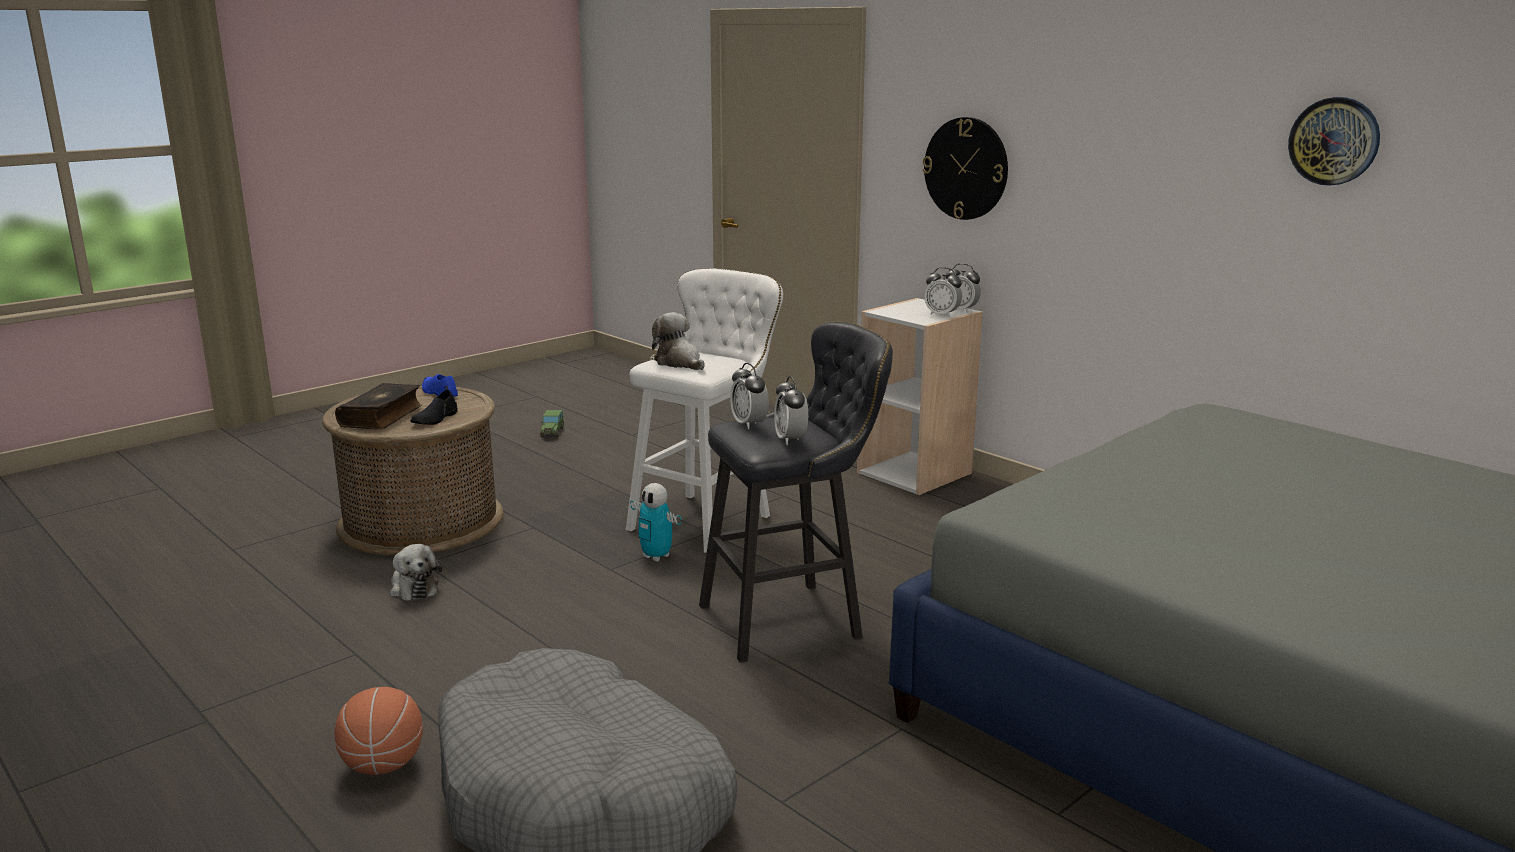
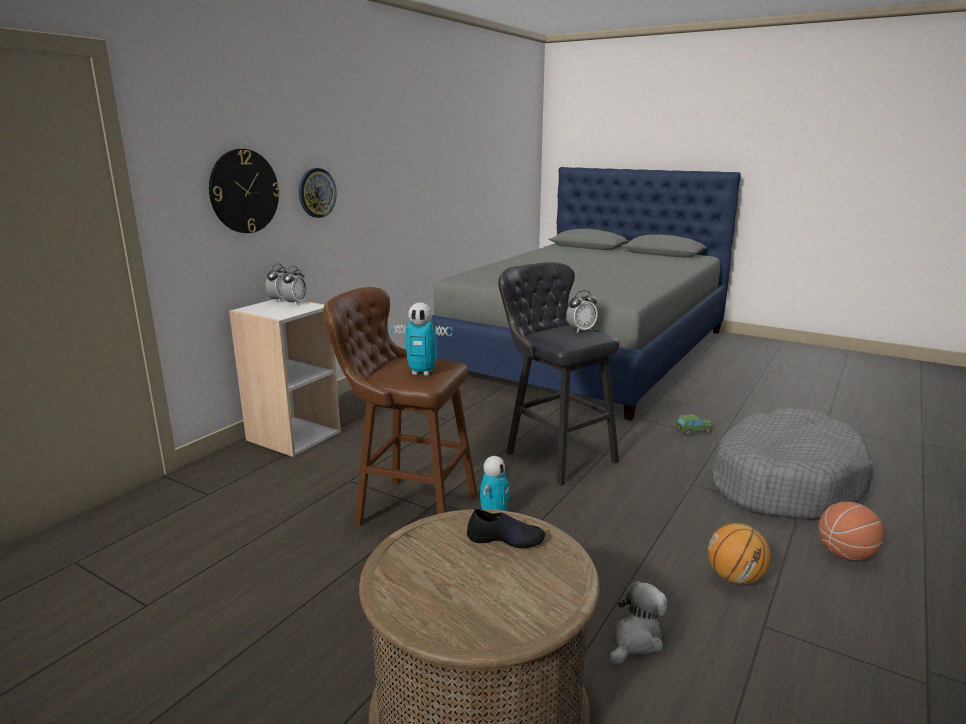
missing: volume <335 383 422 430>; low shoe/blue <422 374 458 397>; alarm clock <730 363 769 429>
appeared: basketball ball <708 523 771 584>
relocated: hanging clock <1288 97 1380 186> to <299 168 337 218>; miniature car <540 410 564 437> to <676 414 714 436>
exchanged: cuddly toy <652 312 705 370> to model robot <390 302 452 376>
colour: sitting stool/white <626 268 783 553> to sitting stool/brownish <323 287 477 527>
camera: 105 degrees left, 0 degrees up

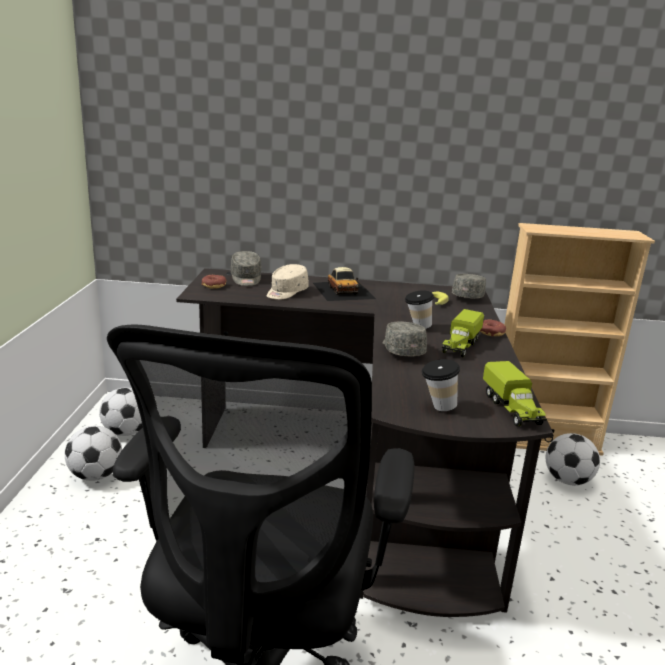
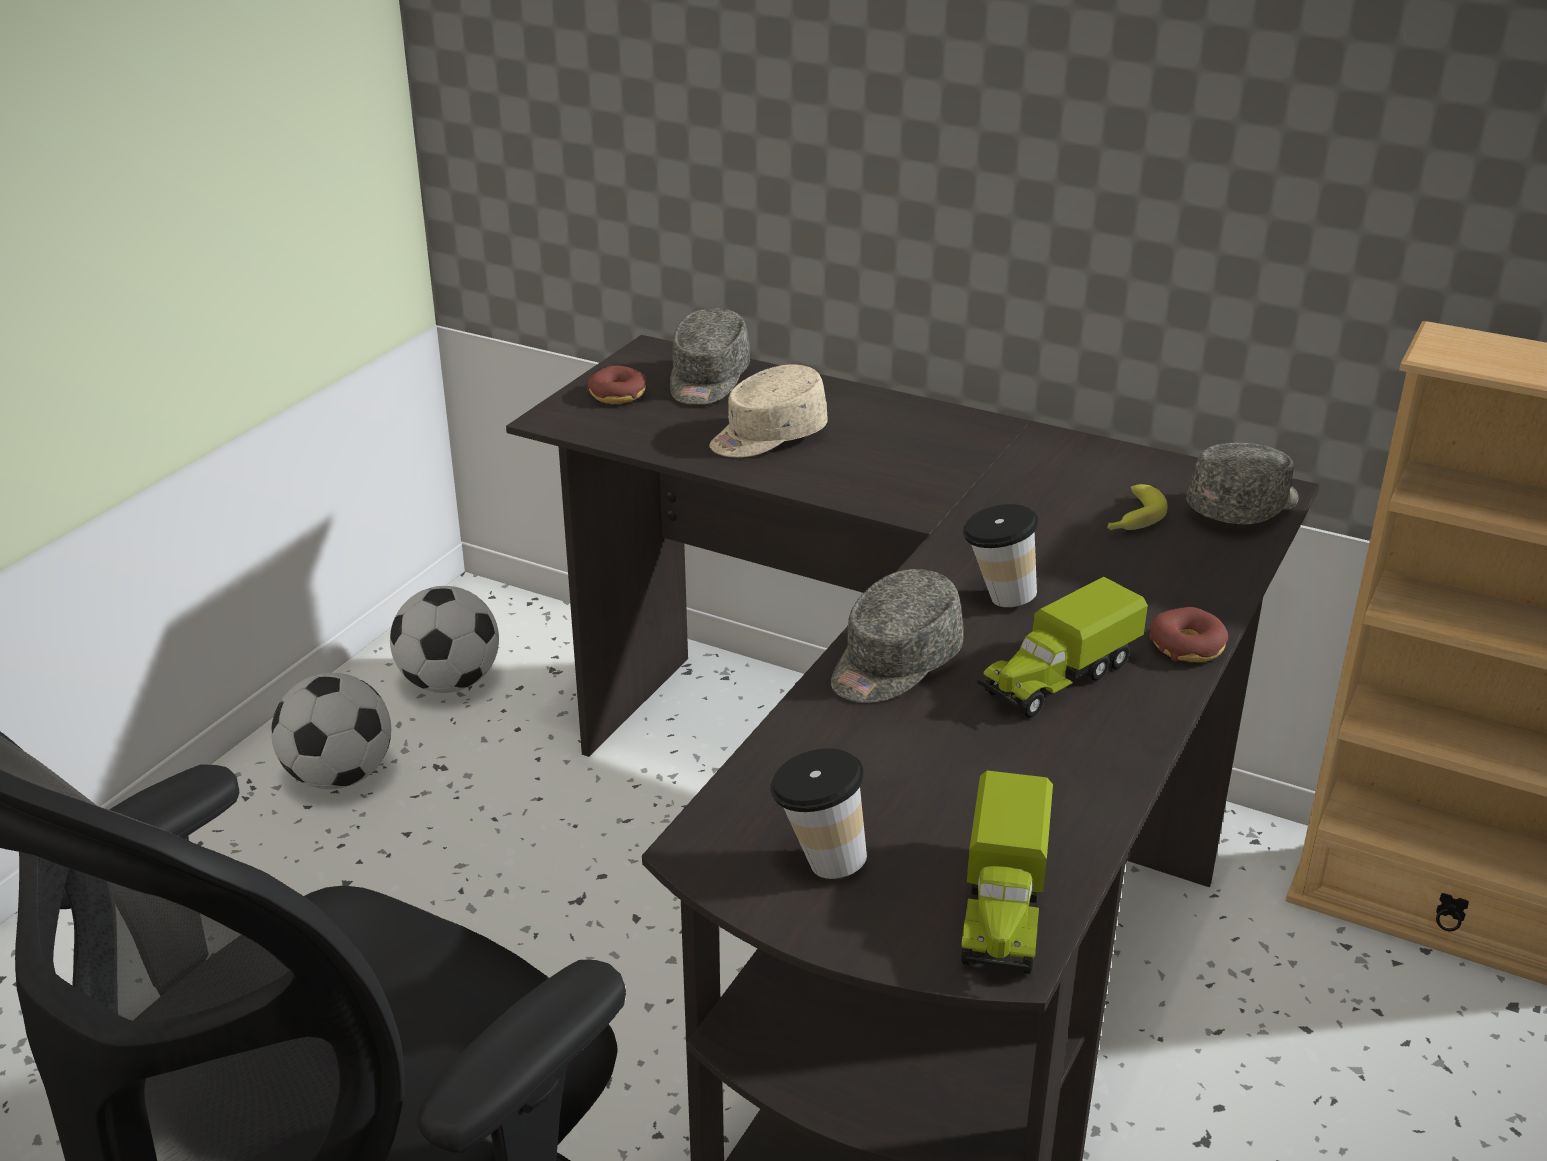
missing: miniature car <312 267 376 301>; football <546 433 600 485>
spun: cap/gray <383 322 427 356> = <831 569 964 703> 150 degrees counterclockwise
camera: 25 degrees right, 10 degrees up

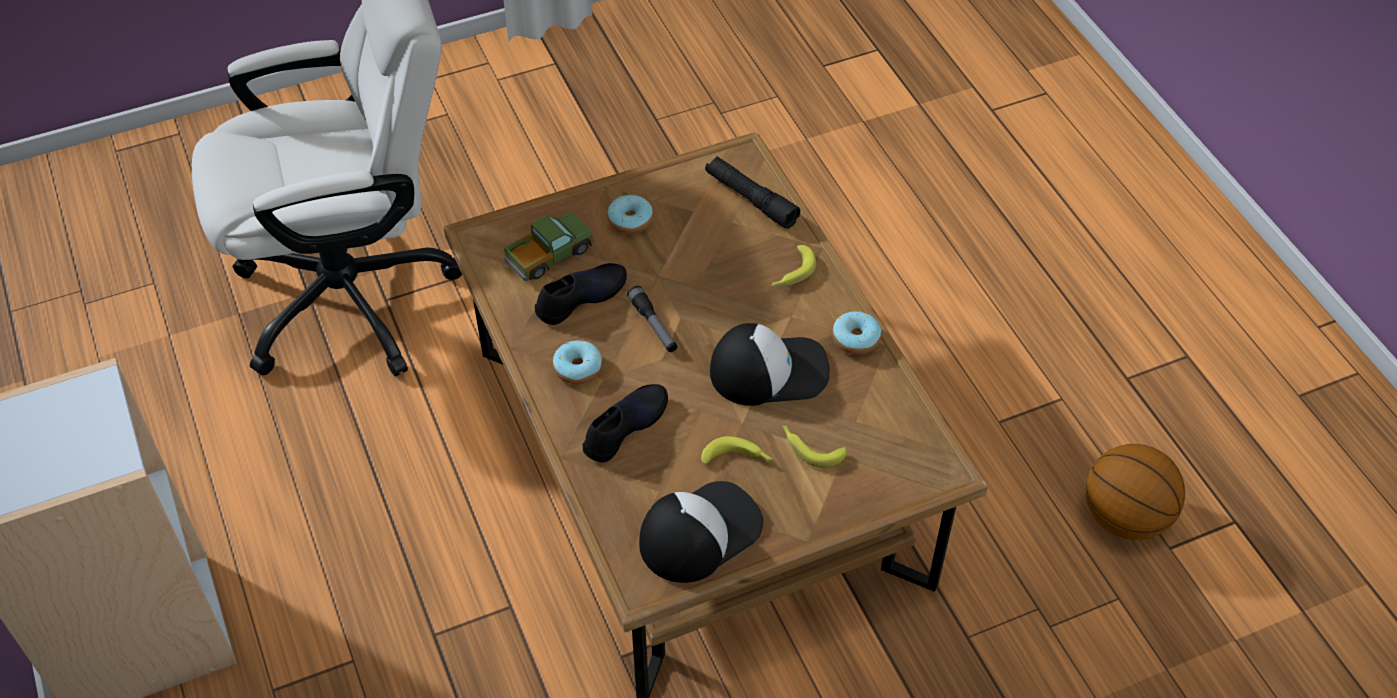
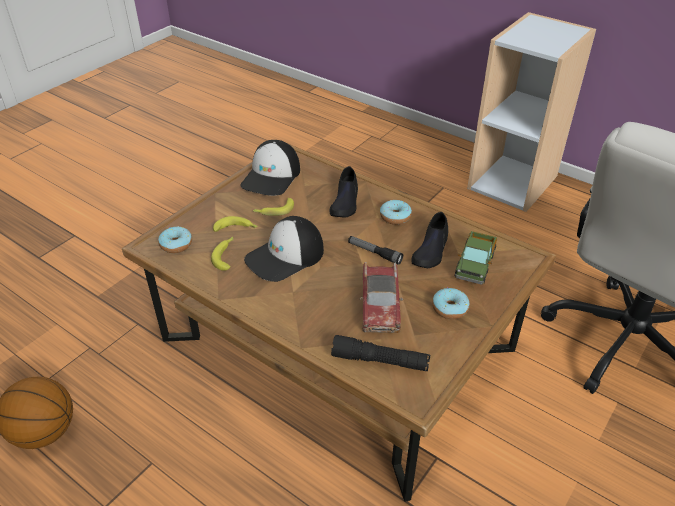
appeared: miniature car <359 262 403 333>
relocated: ring doughnut <832 311 881 355> to <158 226 192 253>; banana fruit <772 245 816 287> to <211 237 233 271>
camera: 150 degrees right, 10 degrees down

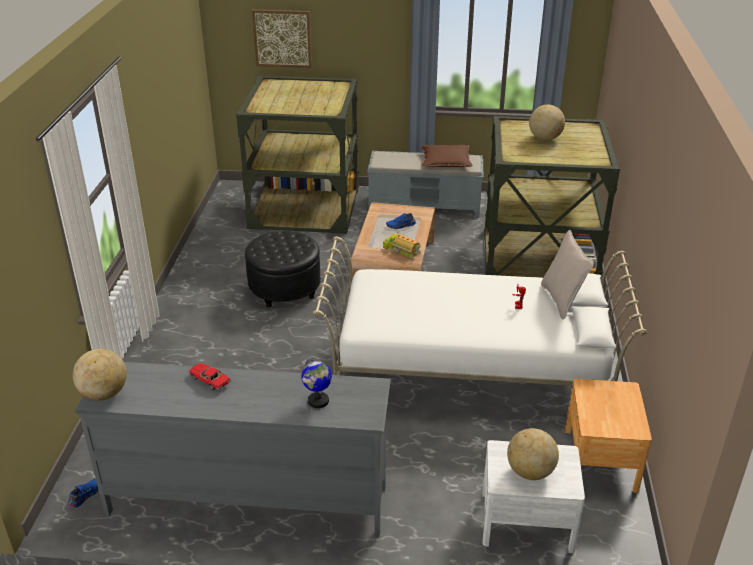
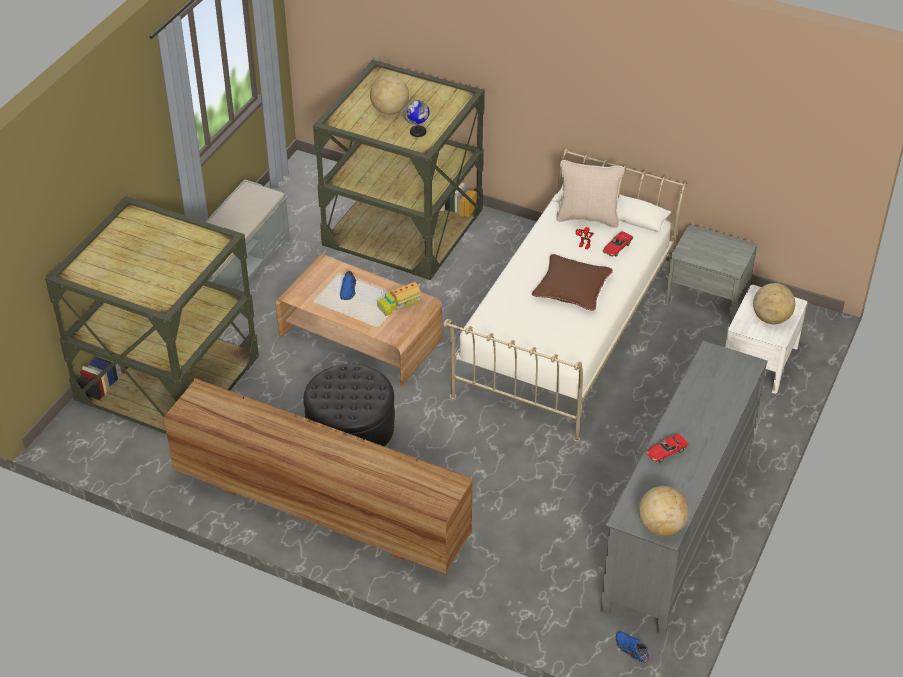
missing: wall picture <252 9 312 69>
appeared: cupboard/brownish <164 378 473 574>; miniature car <603 231 633 256>
relocated: globe <302 357 332 408> to <403 100 430 137>; pillow/brownish <421 145 472 167> to <532 254 613 311>
colour: night table/brownish <565 379 652 493> to night table/gray <665 225 757 323>
camera: 70 degrees left, 10 degrees up

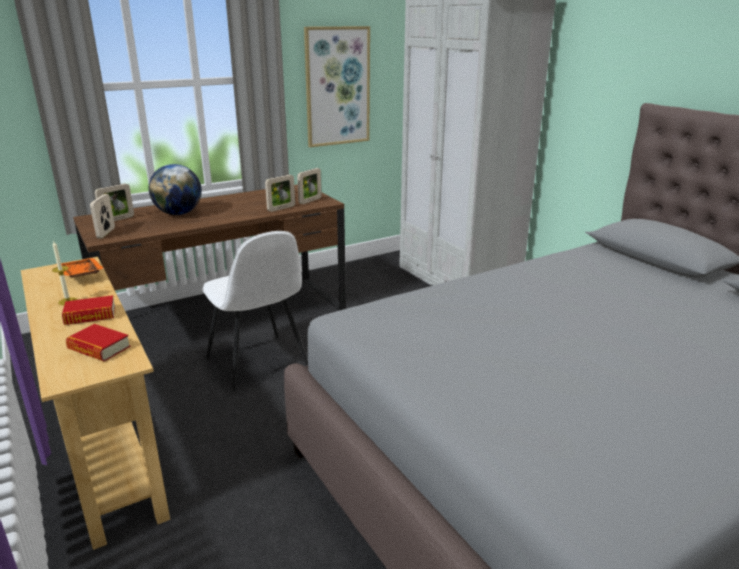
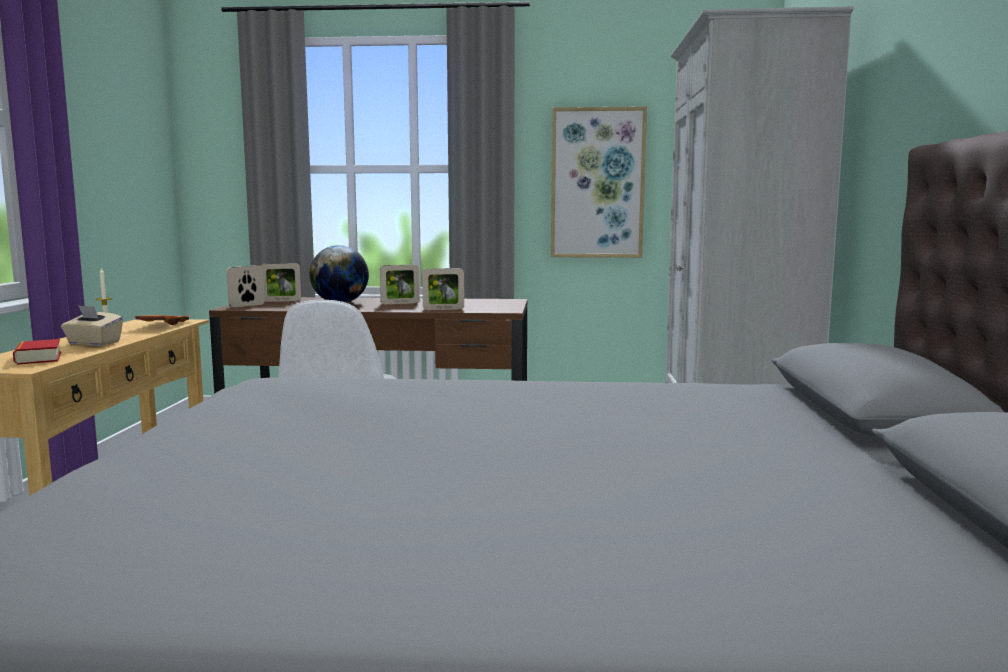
relocated: standing frame <297 168 321 204> to <380 265 420 304>
exchanged: volume <62 295 115 325> to tissue holder/beige <61 305 123 346>
camera: 35 degrees right, 15 degrees down

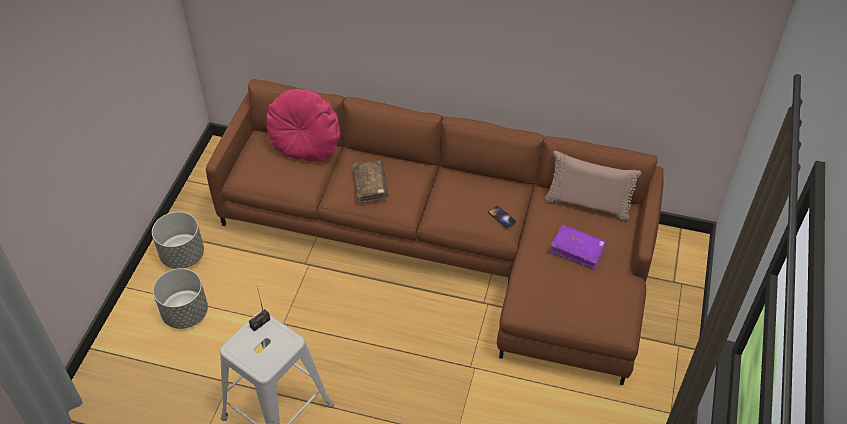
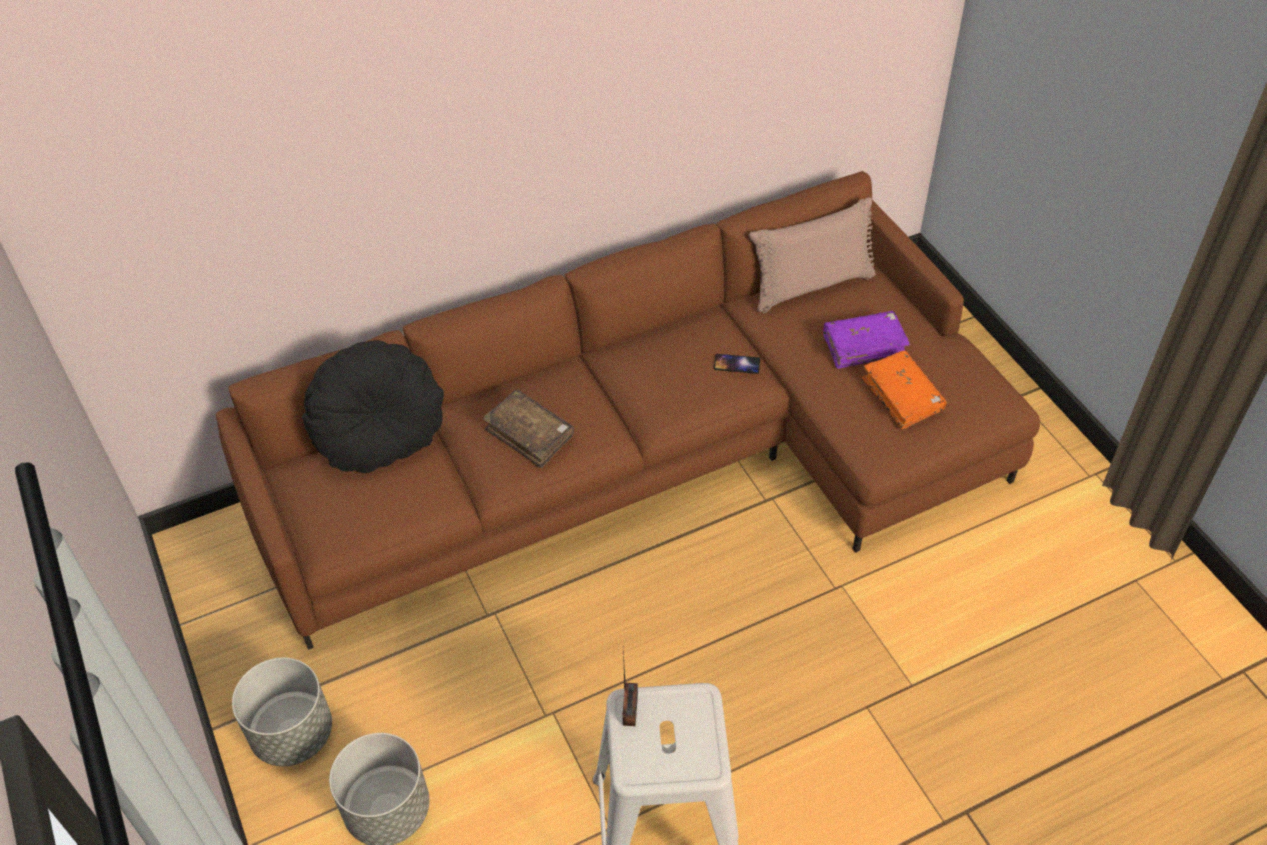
appeared: volume/orange-coloured <862 351 947 430>
colour: pillow/pinkish <266 89 341 162> to pillow/black <302 340 444 473>
camera: 40 degrees left, 0 degrees up

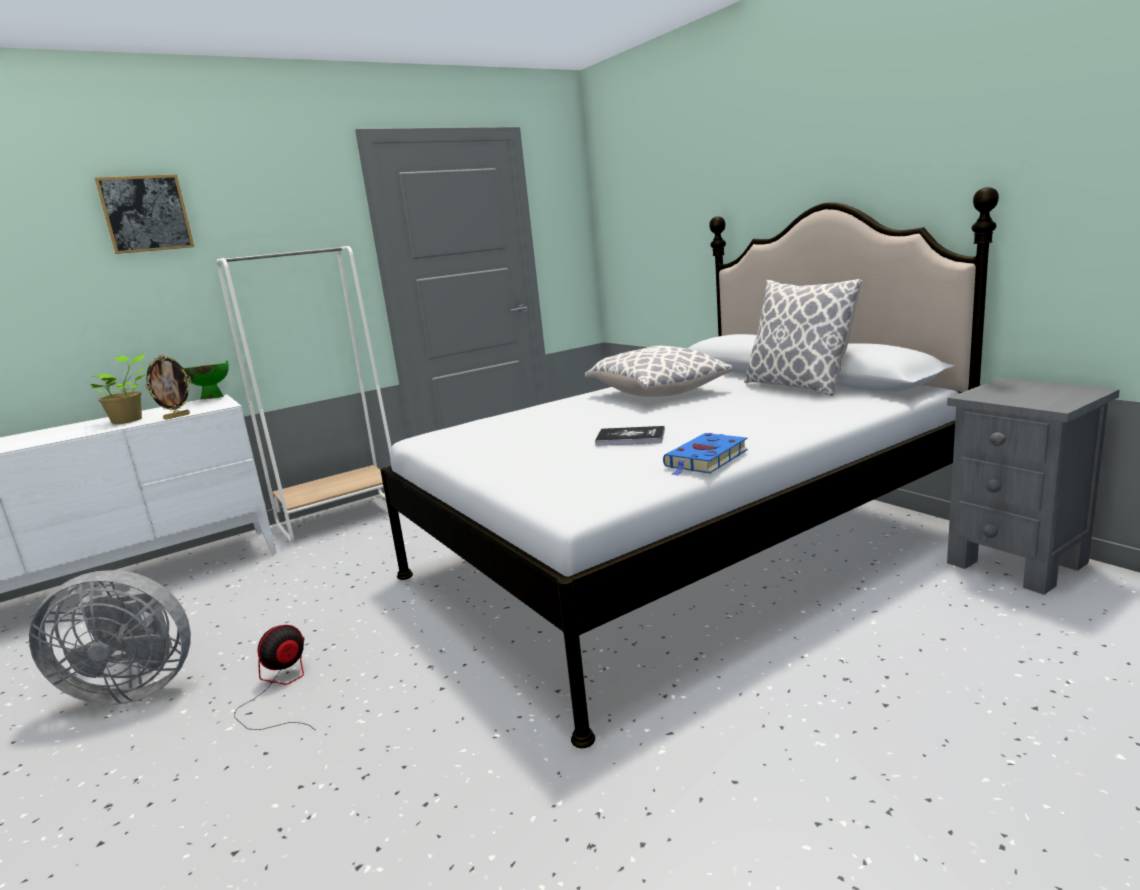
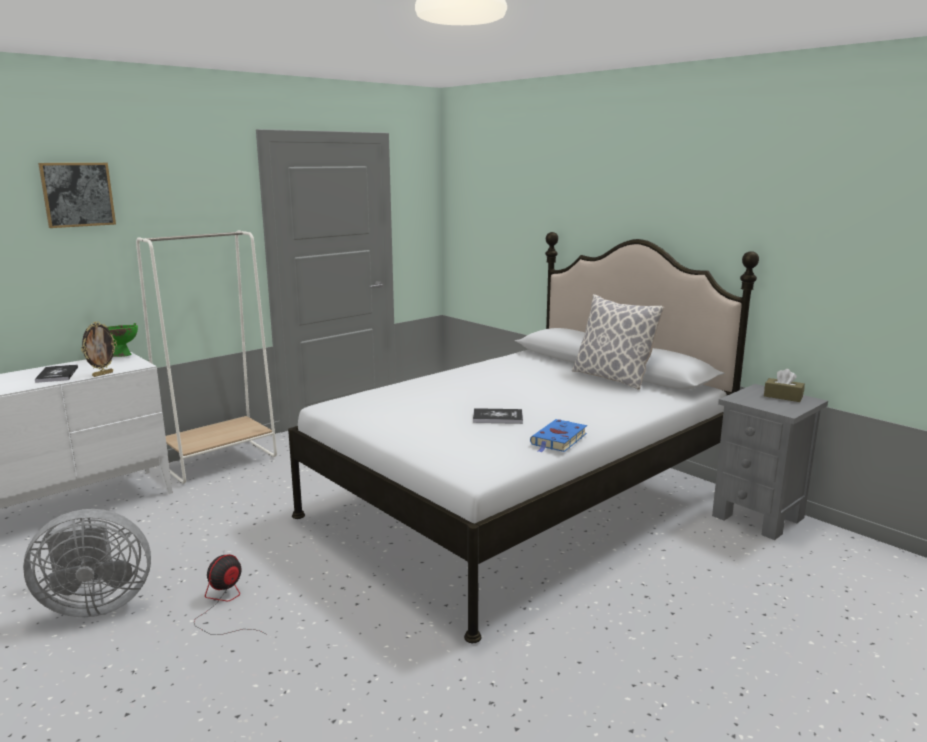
missing: pillow <585 346 732 397>
appeared: tissue holder/brownish <764 369 805 402>
exchanged: houseplant <90 354 147 424> to volume <34 365 78 383>
camera: 10 degrees left, 0 degrees up

